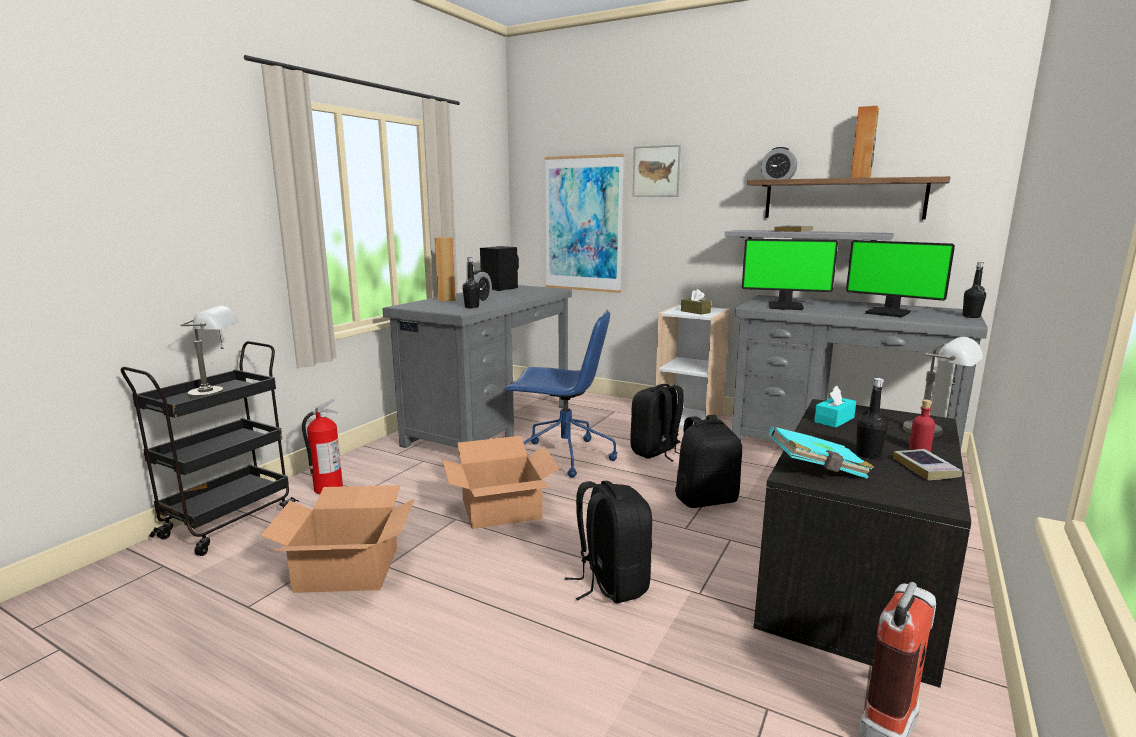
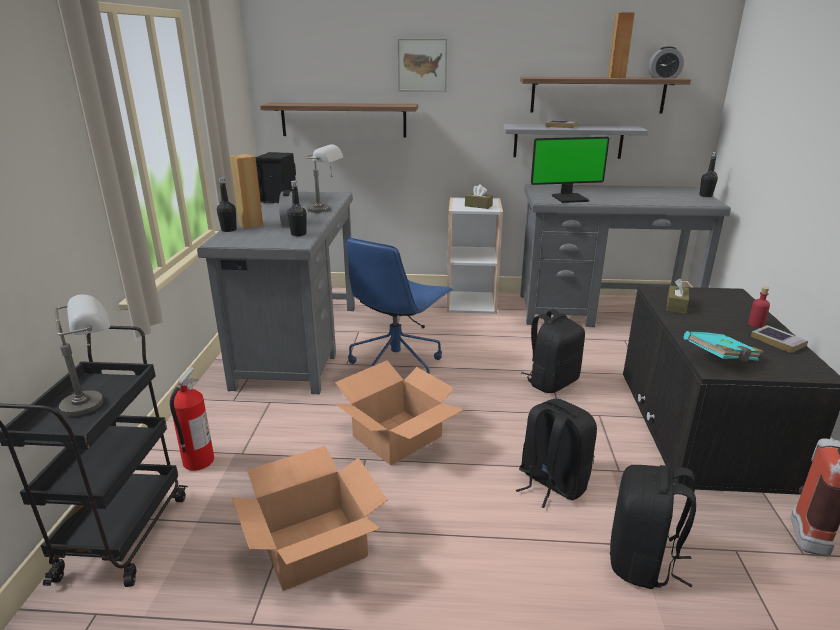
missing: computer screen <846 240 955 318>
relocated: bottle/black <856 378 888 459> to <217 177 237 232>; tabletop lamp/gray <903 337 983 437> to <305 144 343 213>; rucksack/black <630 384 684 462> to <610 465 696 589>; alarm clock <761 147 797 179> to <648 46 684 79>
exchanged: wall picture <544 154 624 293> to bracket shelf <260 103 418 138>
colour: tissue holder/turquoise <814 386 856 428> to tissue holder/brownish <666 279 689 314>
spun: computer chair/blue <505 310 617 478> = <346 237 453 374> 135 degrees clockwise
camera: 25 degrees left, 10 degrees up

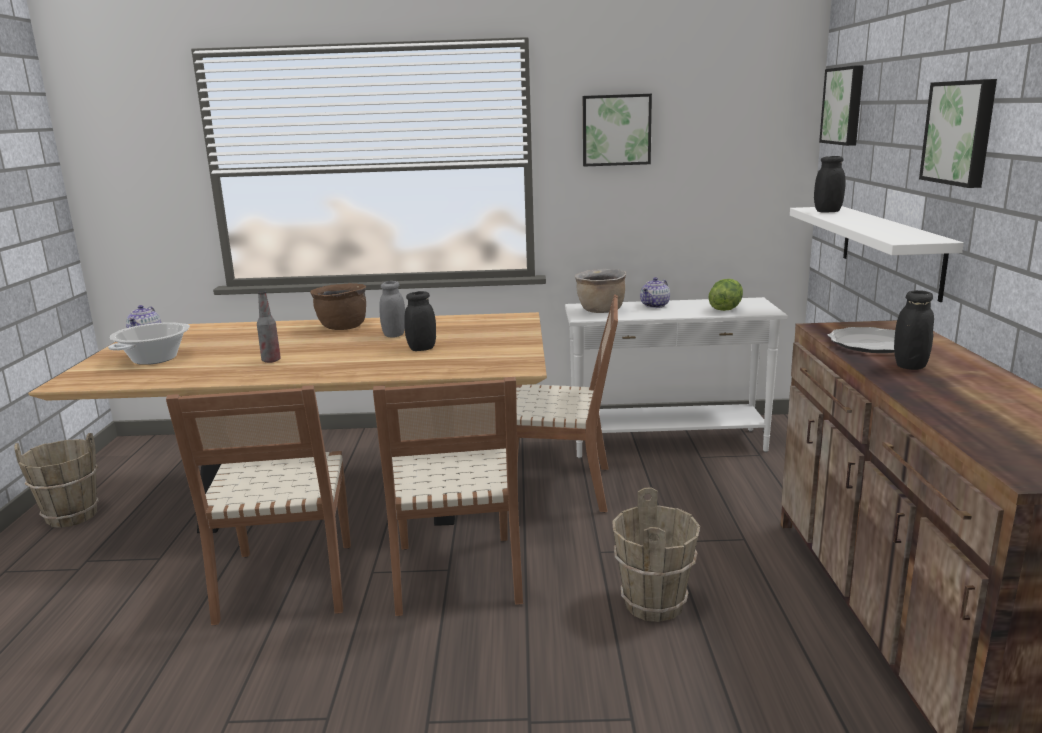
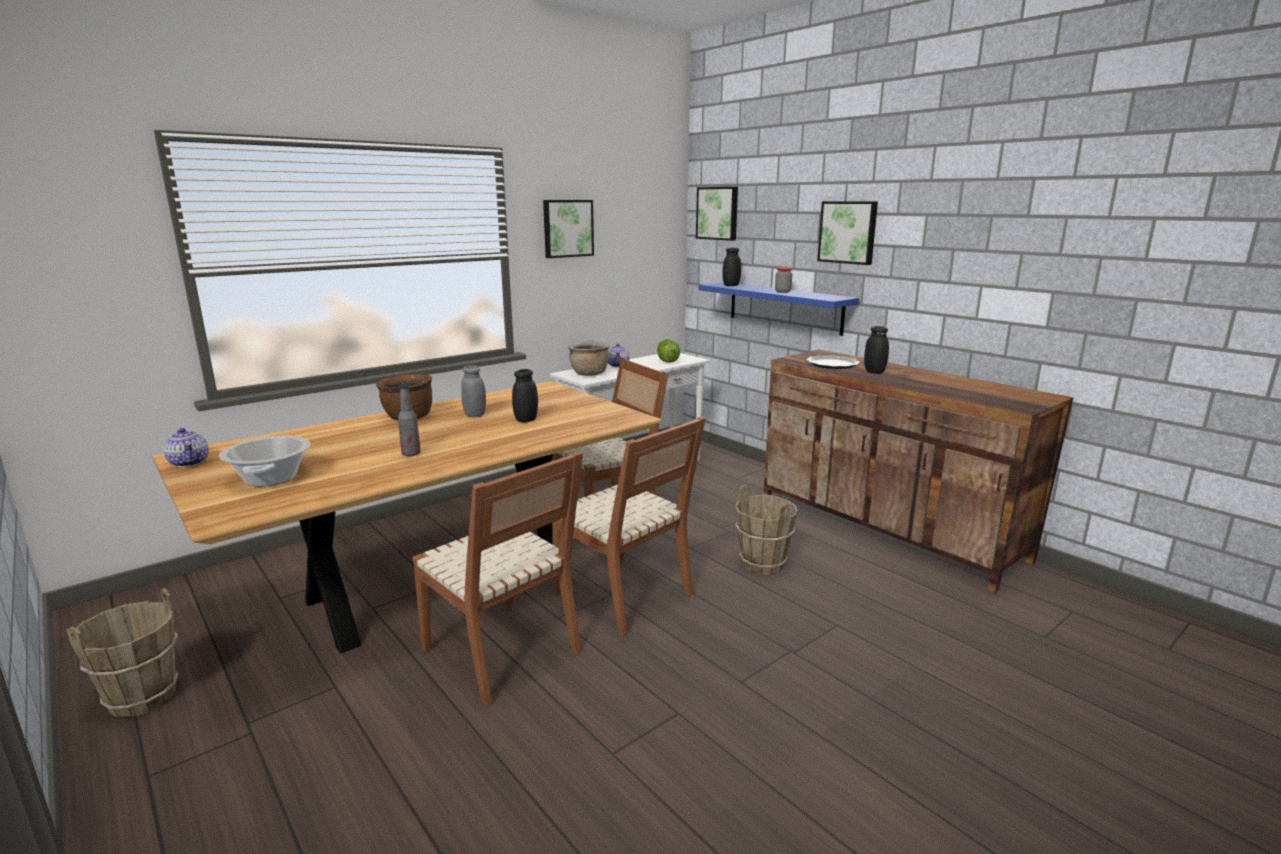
appeared: jar <775 267 792 293>
colour: bracket shelf/white <790 206 964 302> to bracket shelf/blue <698 282 859 336>
camera: 40 degrees left, 0 degrees up

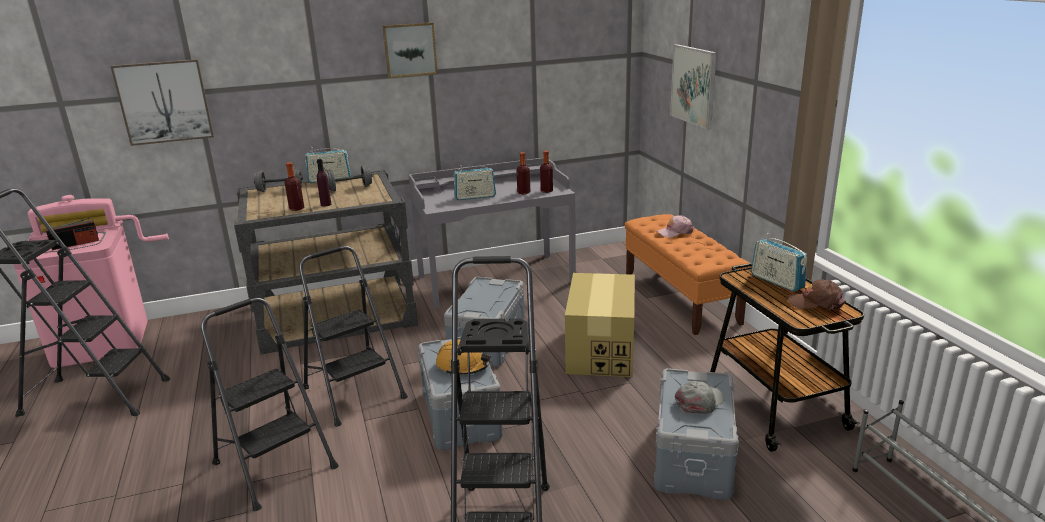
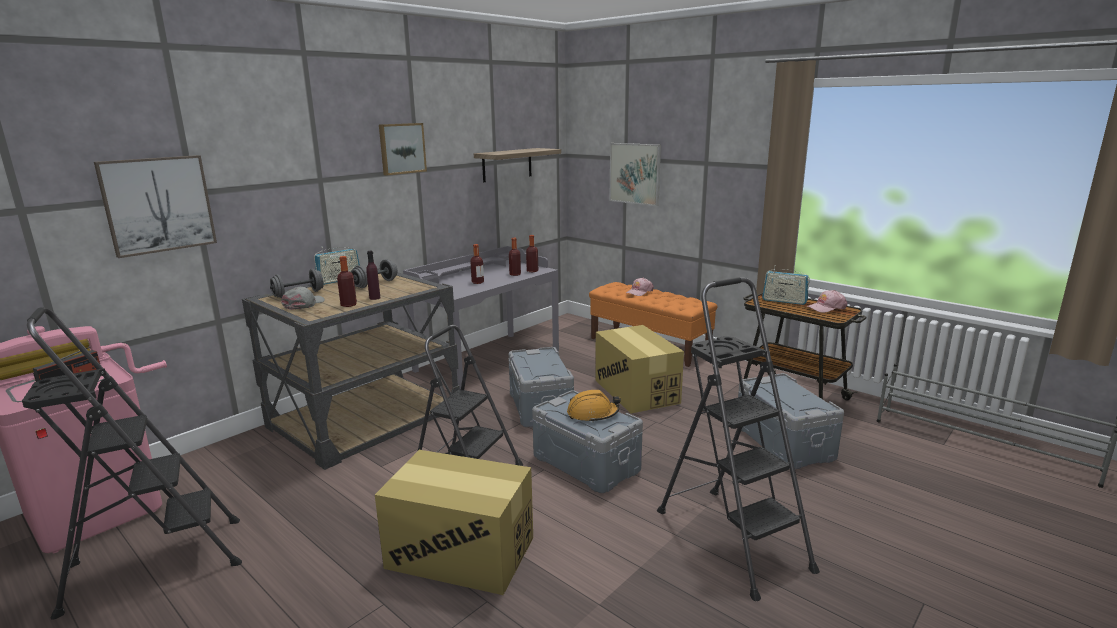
appeared: bracket shelf <474 148 561 182>
relocated: cap/gray <675 381 725 414> to <281 287 325 310>
exchanged: step stool/black <201 298 339 511> to carton <375 450 533 595>; radio <454 165 496 200> to bottle <470 244 484 284>
colour: cap/brownish <787 279 845 310> to cap/pinkish <806 290 847 313>
camera: 30 degrees left, 5 degrees down

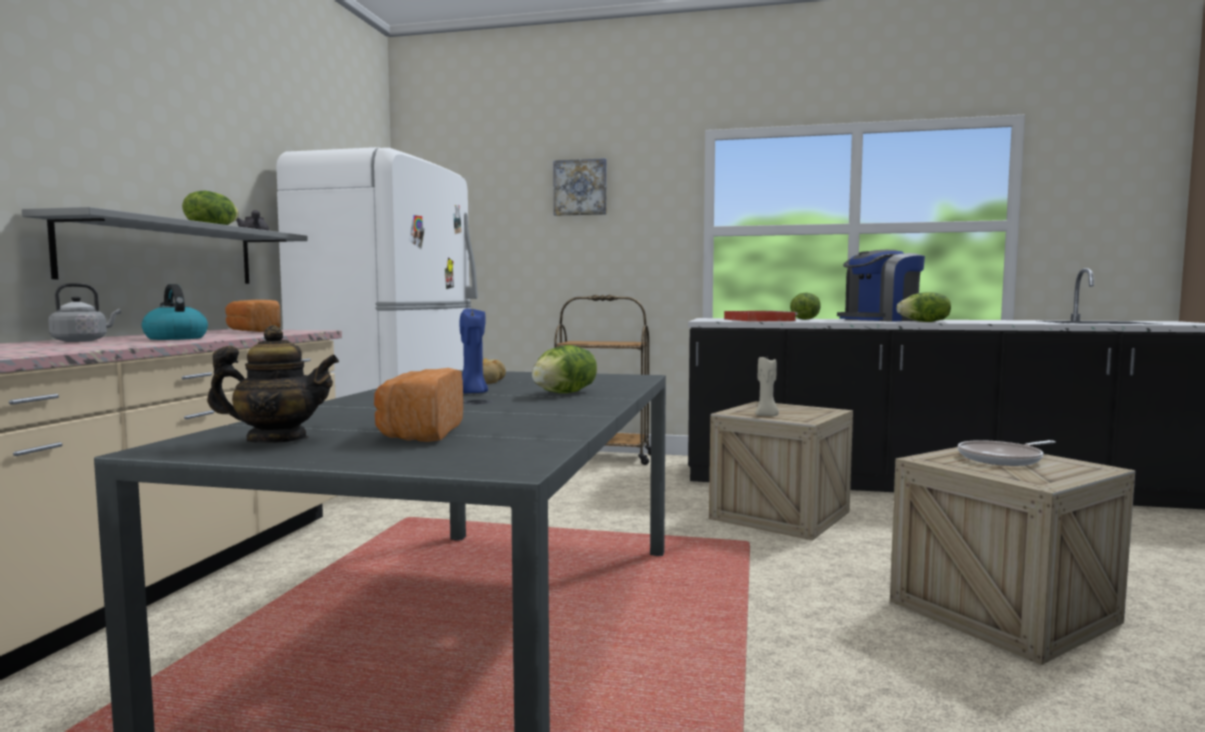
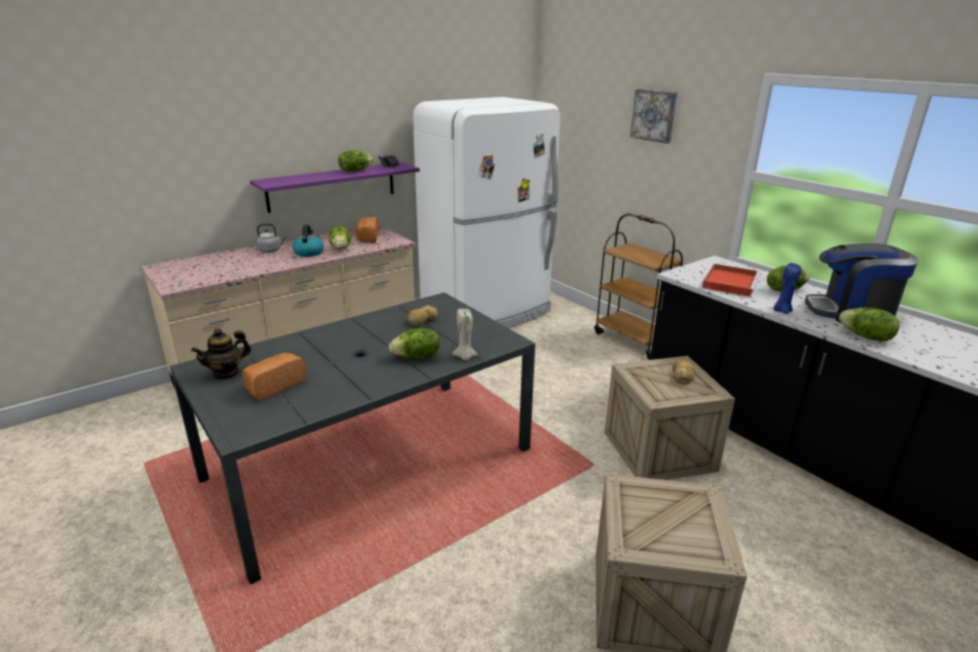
missing: skillet <958 440 1056 466>
appeared: lettuce <329 226 351 250>; baked bread <672 360 694 384>
relocated: wax candle/beige <755 355 779 416> to <453 309 478 360>; wax candle/blue <459 308 488 393> to <773 263 802 314>
colour: bracket shelf/gray <22 207 308 284> to bracket shelf/purplish <250 162 420 213>
spun: tea pot <207 325 339 443> = <191 328 251 380> 105 degrees clockwise
camera: 40 degrees right, 20 degrees up

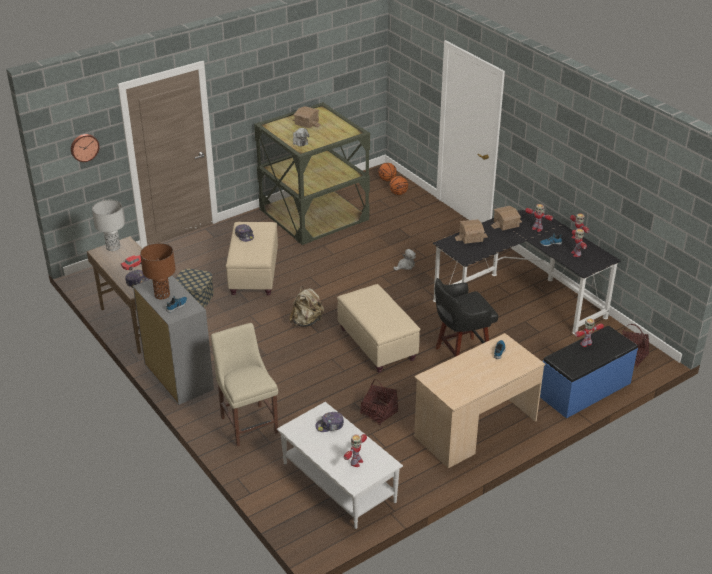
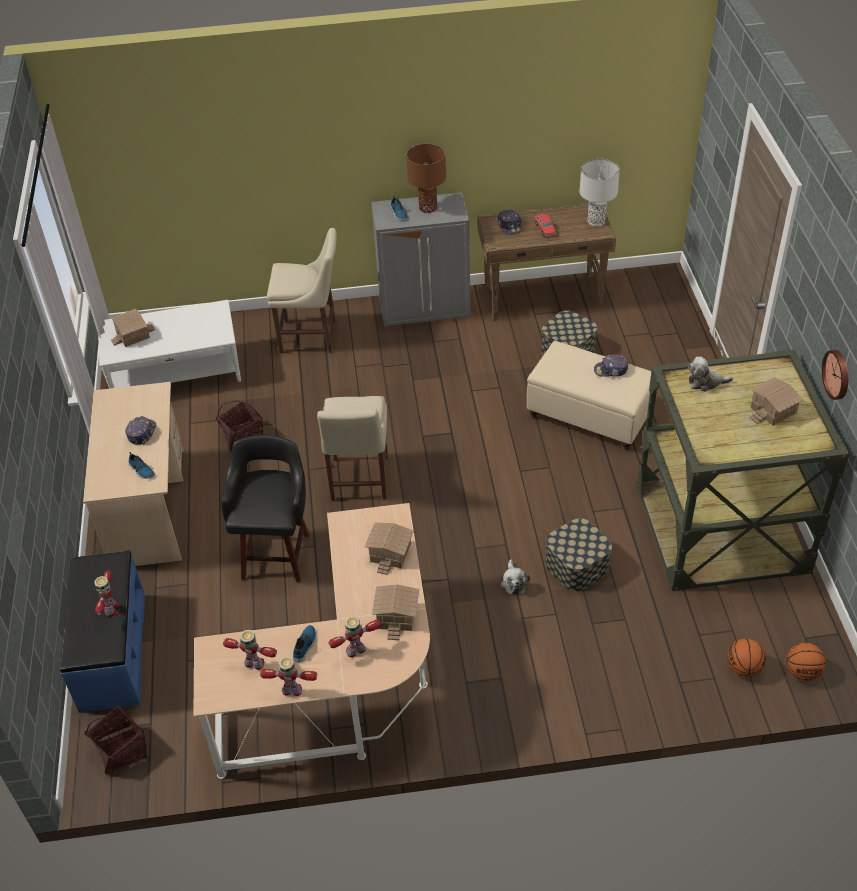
missing: rucksack/beige <289 286 324 327>
appeared: storage bin <545 518 612 592>
relocated: cap <315 412 344 432> to <125 416 156 445>; hanging clock <71 134 99 162> to <822 350 848 400>
exchanged: model robot <344 434 367 467> to toy house <111 309 155 347>; ottoman/beige <337 284 420 373> to chair/beige <317 396 388 501>
colour: desk unit/black <433 210 621 334> to desk unit/beige <193 503 430 779>
camera: 120 degrees right, 10 degrees up

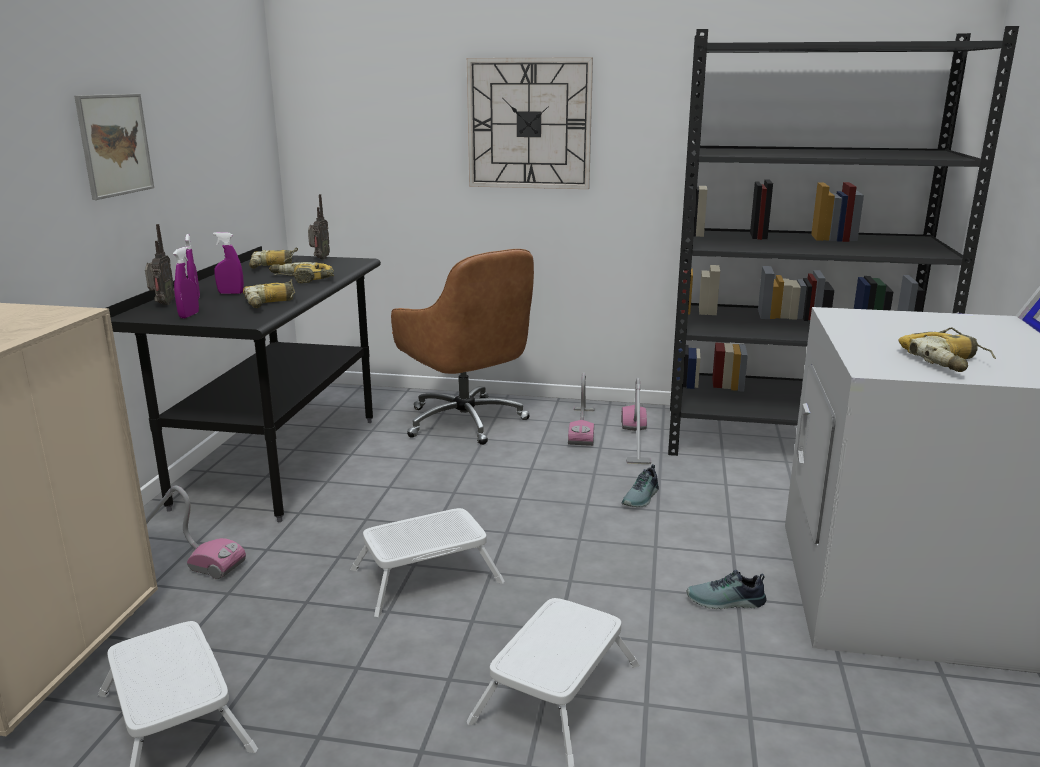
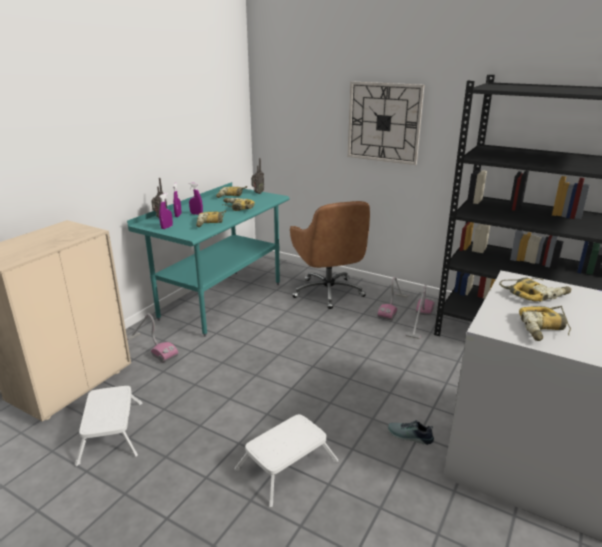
missing: wall picture <74 94 154 200>; step stool/white <350 508 505 617>; low shoe <622 464 659 507>
appeared: power drill <499 277 571 302>
colour: desk unit/black <106 246 381 522> to desk unit/turquoise <127 182 290 337>
camera: 20 degrees right, 5 degrees up

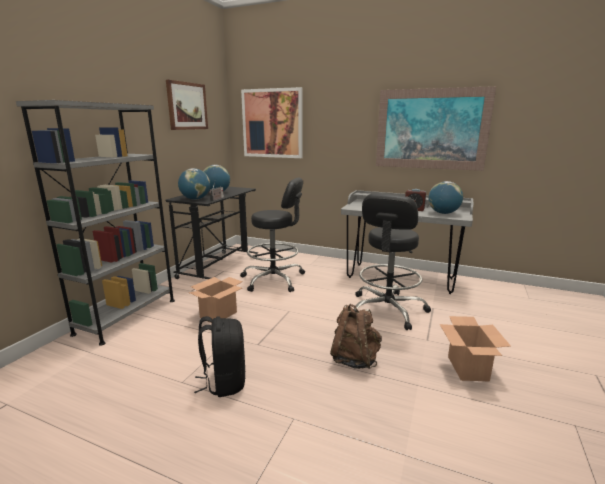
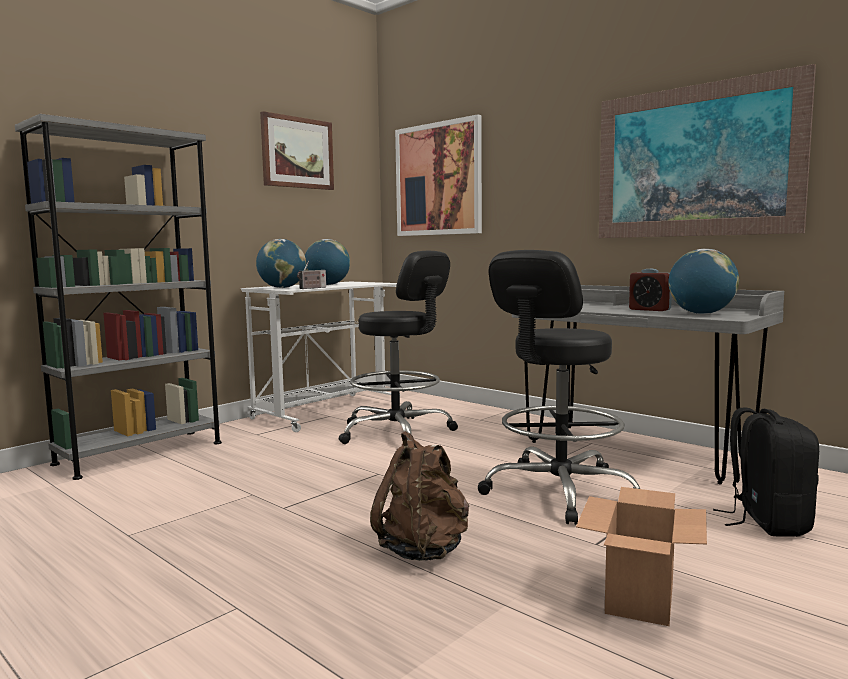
missing: carton <189 277 243 323>
relocated: rucksack/black <194 316 245 397> to <713 408 819 537>
colour: desk unit/black <165 187 258 279> to desk unit/white <241 282 397 432>
camera: 20 degrees right, 10 degrees down

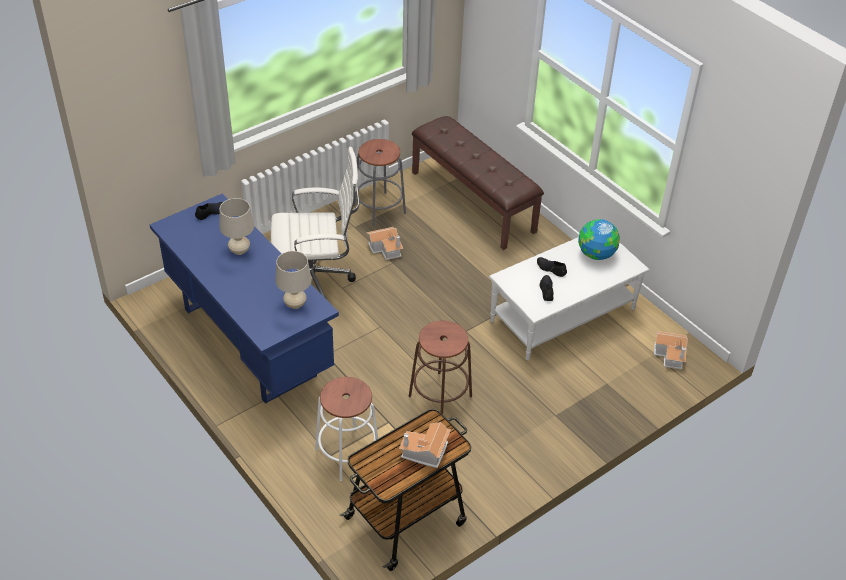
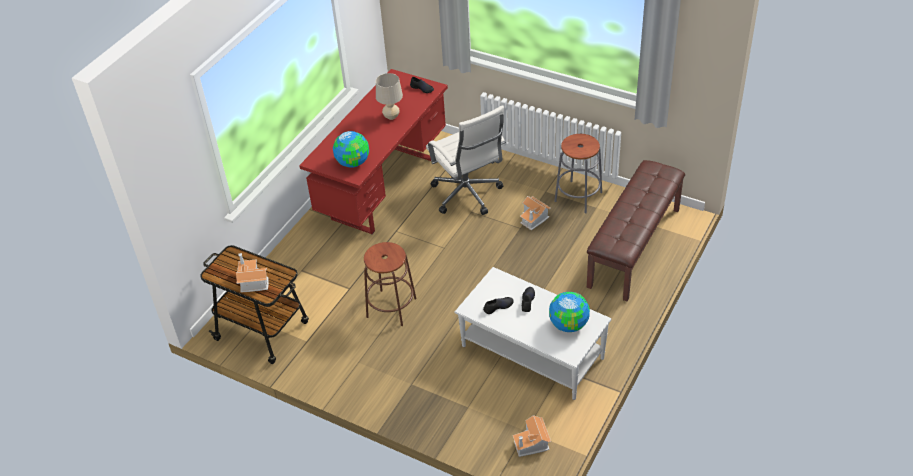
missing: sitting stool/white <315 377 380 481>
exchanged: tabletop lamp/beige <276 251 312 309> to globe <333 131 369 168>
colour: desk unit/blue <150 193 339 404> to desk unit/red-coloured <299 69 448 234>
camera: 70 degrees right, 0 degrees up

